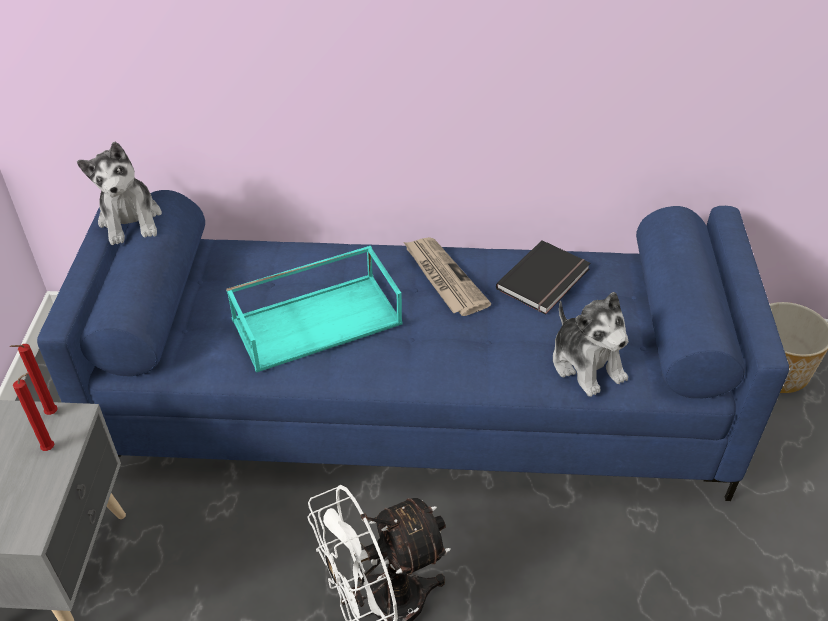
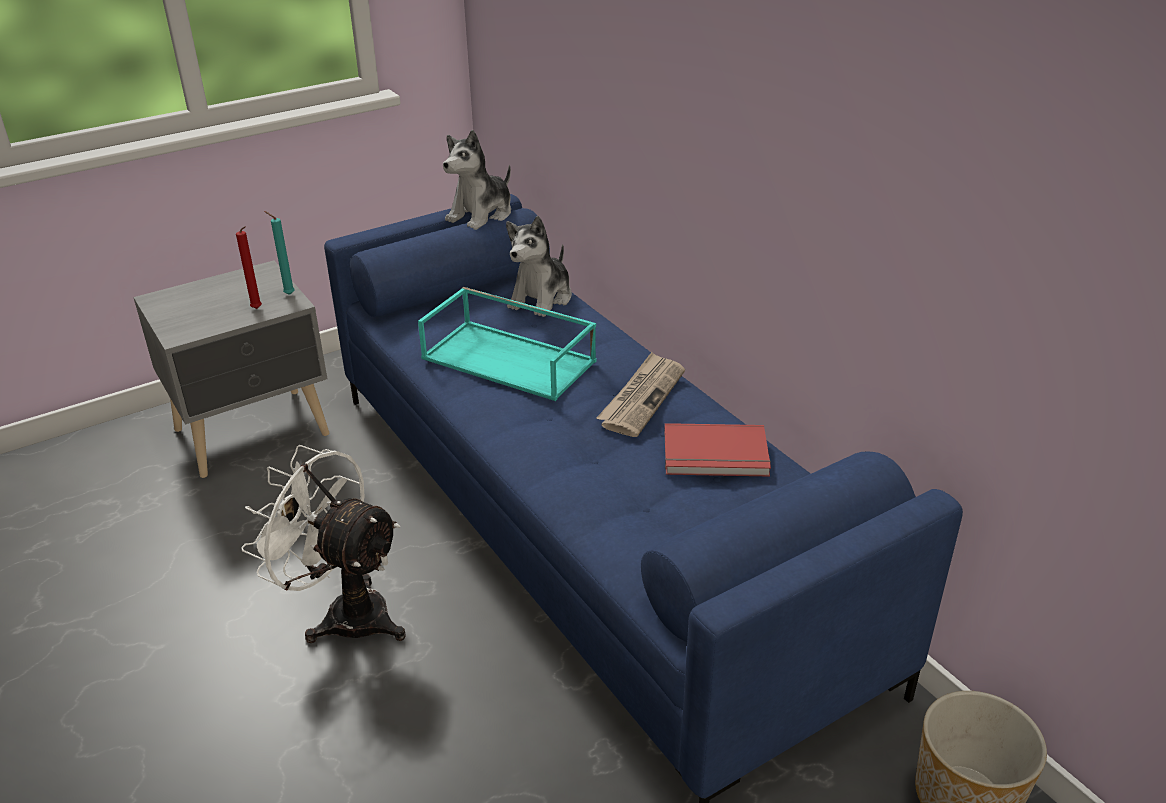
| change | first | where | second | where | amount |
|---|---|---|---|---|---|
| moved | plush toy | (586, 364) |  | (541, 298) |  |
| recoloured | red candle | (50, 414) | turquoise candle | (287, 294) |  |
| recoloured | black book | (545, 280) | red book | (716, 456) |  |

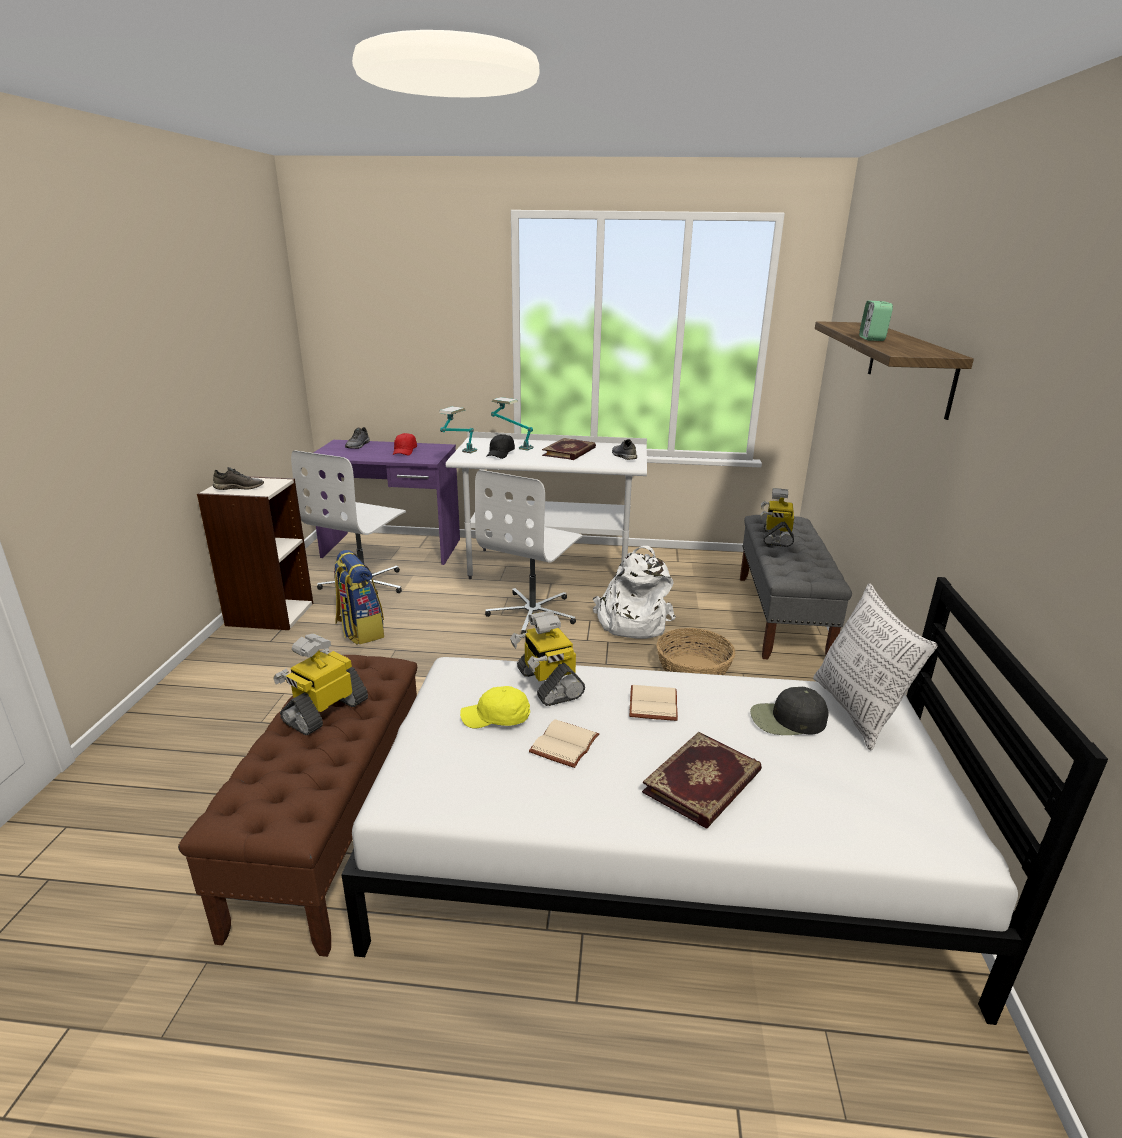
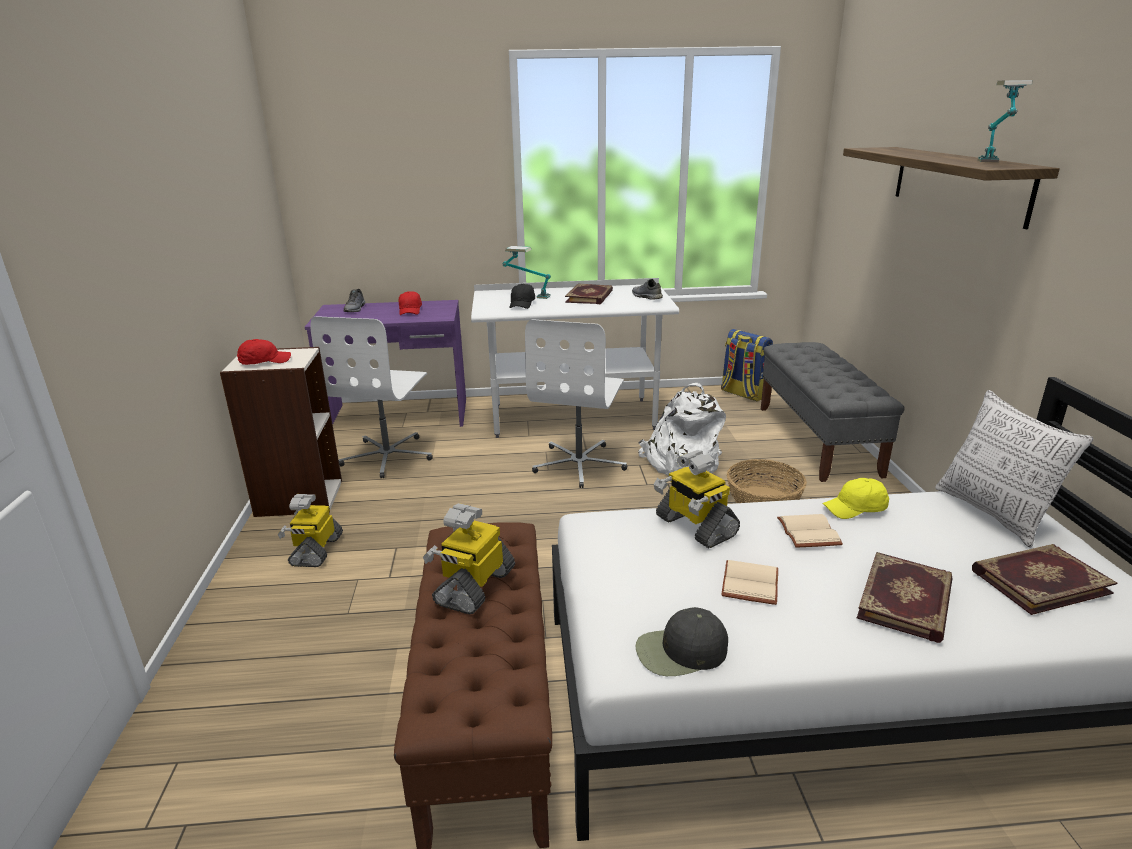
| change | first | where | second | where | amount |
|---|---|---|---|---|---|
| removed | alarm clock | (872, 339) |  |  |  |
| added |  |  | book | (1038, 580) |  |
| moved | backpack | (360, 630) |  | (743, 394) |  |
| moved | table lamp | (459, 455) |  | (993, 163) |  |
| moved | yellow cap | (496, 718) |  | (856, 509) |  |
| moved | black cap | (787, 720) |  | (680, 651) |  |
| moved | toy robot | (776, 537) |  | (316, 550) |  |
| replaced | grey shoe | (239, 487) | red cap | (264, 361) |  |

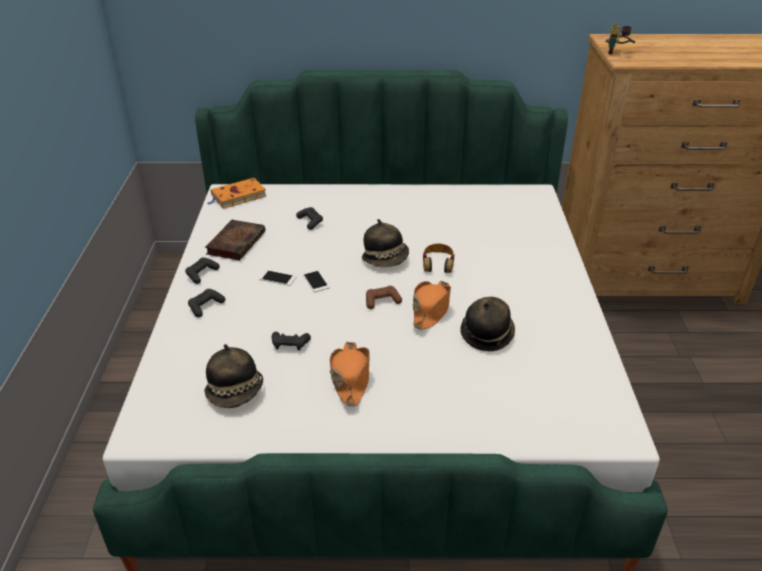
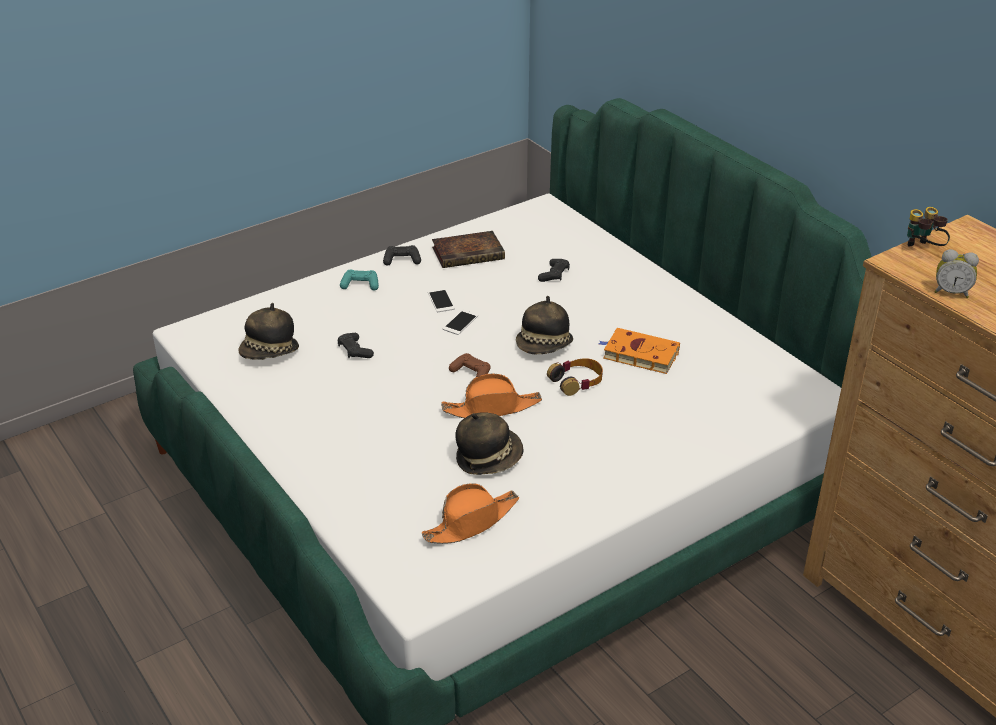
| change | first | where | second | where | amount |
|---|---|---|---|---|---|
| added |  |  | alarm clock | (951, 292) |  |
| moved | orange book | (237, 196) |  | (638, 354) |  |
| moved | orange hat | (350, 377) |  | (471, 522) |  |
| recoloured | black game controller | (206, 306) | turquoise game controller | (360, 285) |  |

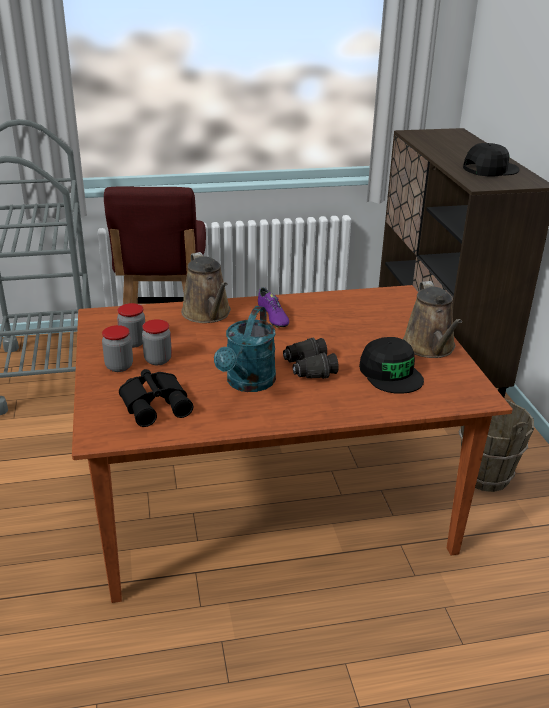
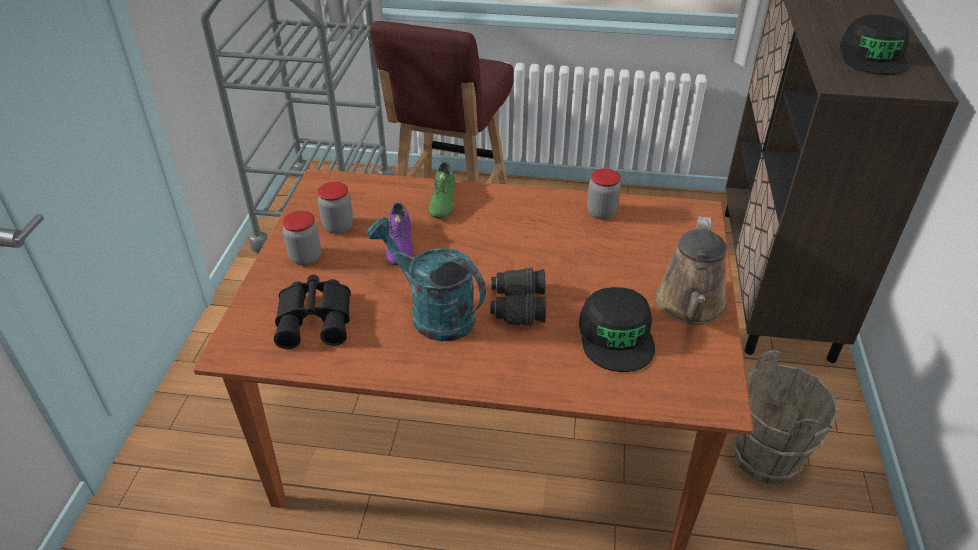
| change | first | where | second | where | amount |
|---|---|---|---|---|---|
| moved | jar | (158, 360) |  | (601, 212) |  |
| moved | purple shoe | (272, 317) |  | (399, 245) |  |
| replaced | brown watering can | (208, 314) | green shoe | (442, 201) |  |
| turned | turquoise watering can | (247, 384) |  | (433, 313) | 90 degrees clockwise |
| turned | black cap | (490, 169) |  | (873, 56) | 105 degrees clockwise |

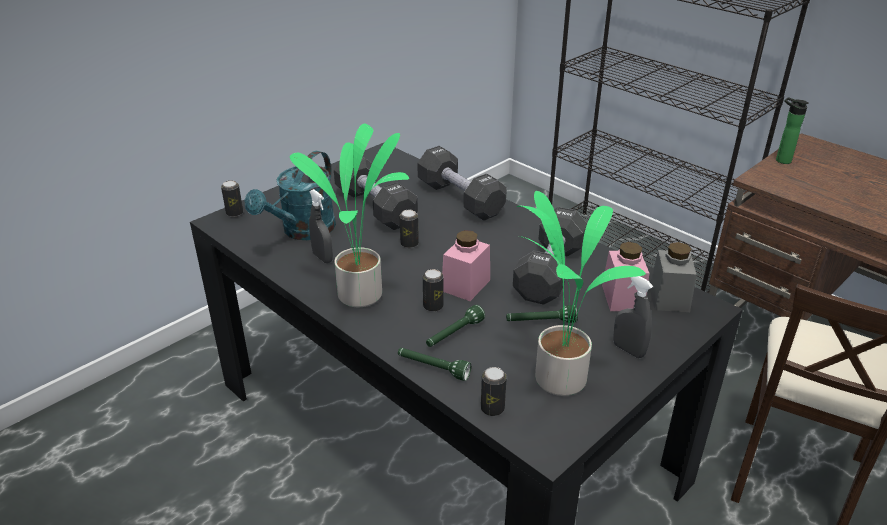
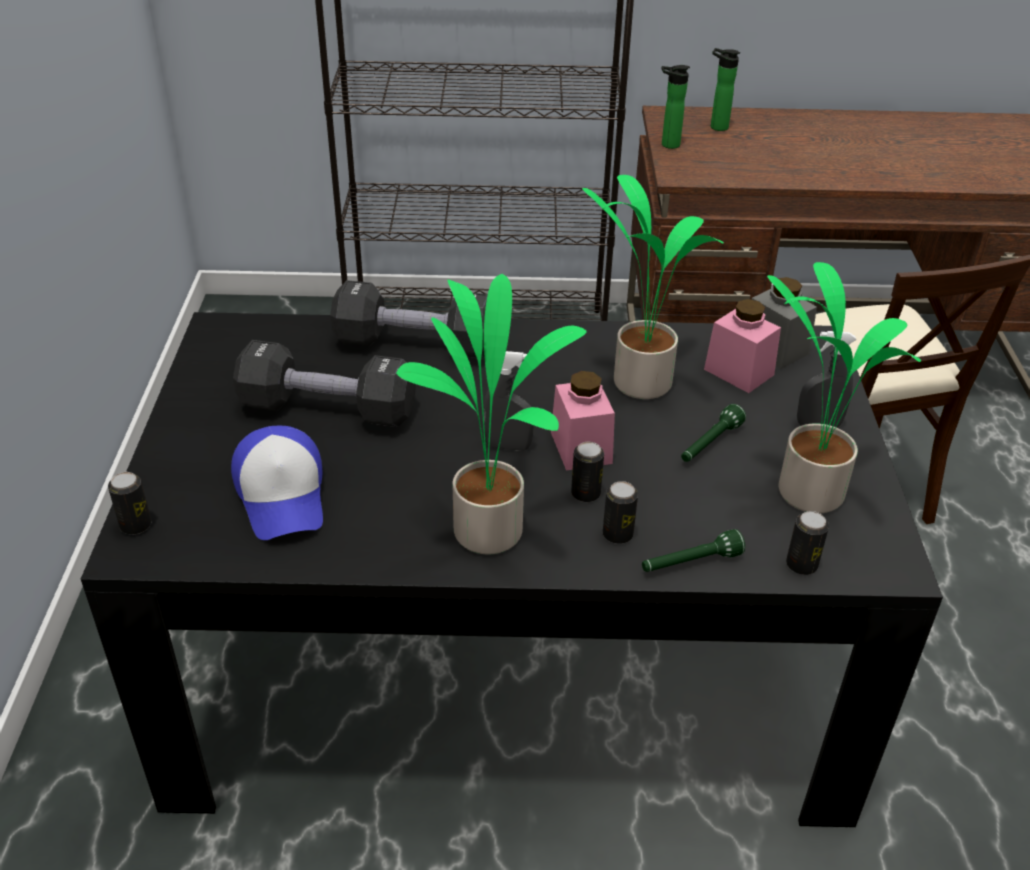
| change | first | where | second | where | amount |
|---|---|---|---|---|---|
| removed | green flashlight | (454, 334) |  |  |  |
| added |  |  | bottle | (716, 127) |  |
| moved | grey spray bottle | (322, 257) |  | (508, 446) |  |
| moved | can | (409, 244) |  | (617, 534) |  |
| replaced | turquoise watering can | (302, 231) | cap | (283, 495) |  |
| replaced | black dumbbell | (549, 272) | potted plant | (637, 382) |  |

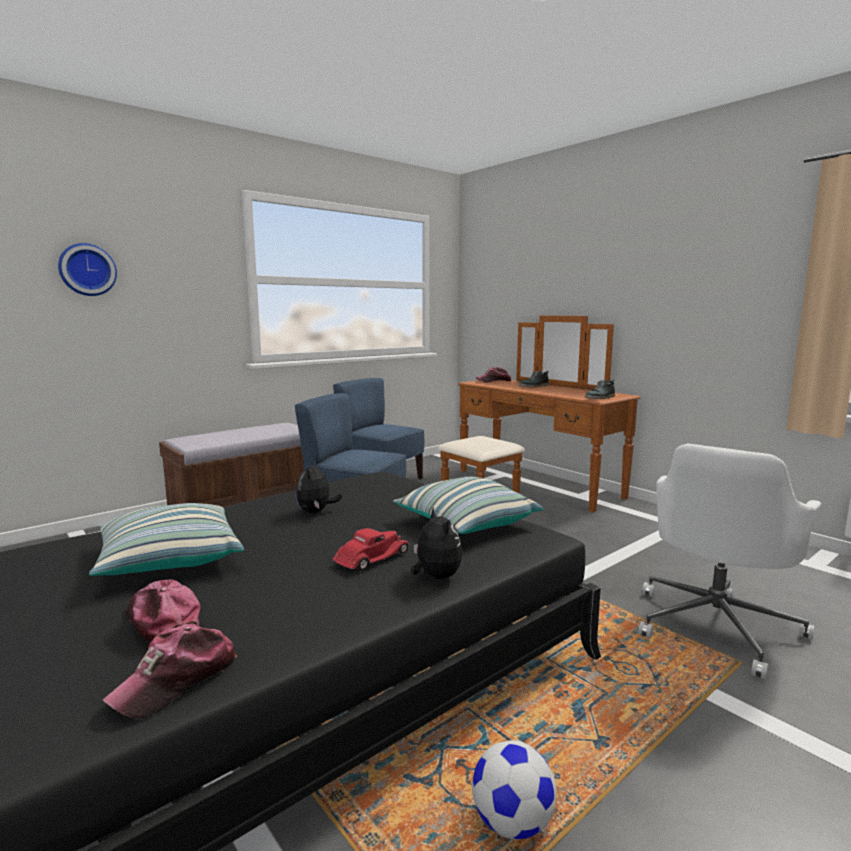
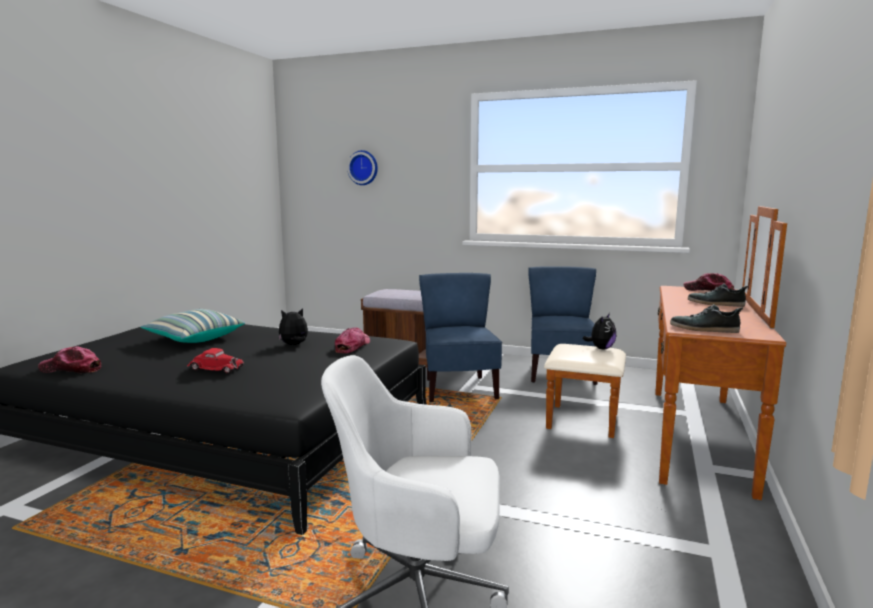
| change | first | where | second | where | amount |
|---|---|---|---|---|---|
| removed | pillow | (466, 524) |  |  |  |
| removed | football | (512, 823) |  |  |  |
| moved | cap | (162, 622) |  | (352, 346) |  |
| moved | plush toy | (436, 576) |  | (601, 348) |  |

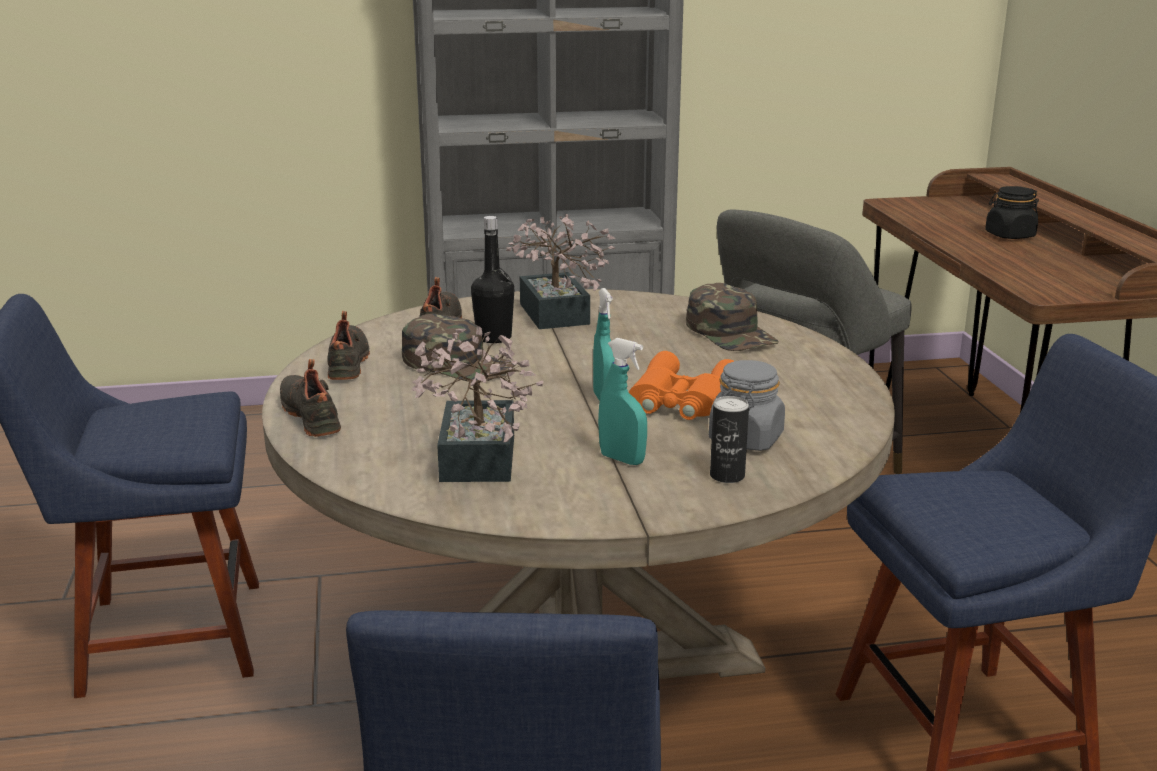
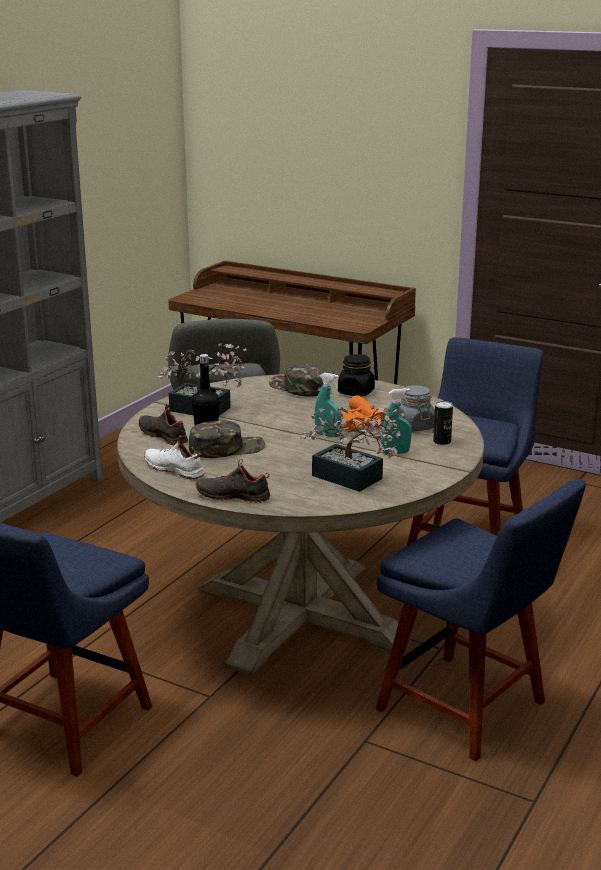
| change | first | where | second | where | amount |
|---|---|---|---|---|---|
| moved | black jar | (1009, 235) |  | (356, 392) |  |
| recoloured | black shoe | (349, 362) | white shoe | (175, 469) |  |
| turned | green cap | (731, 332) |  | (298, 387) | 150 degrees counterclockwise |

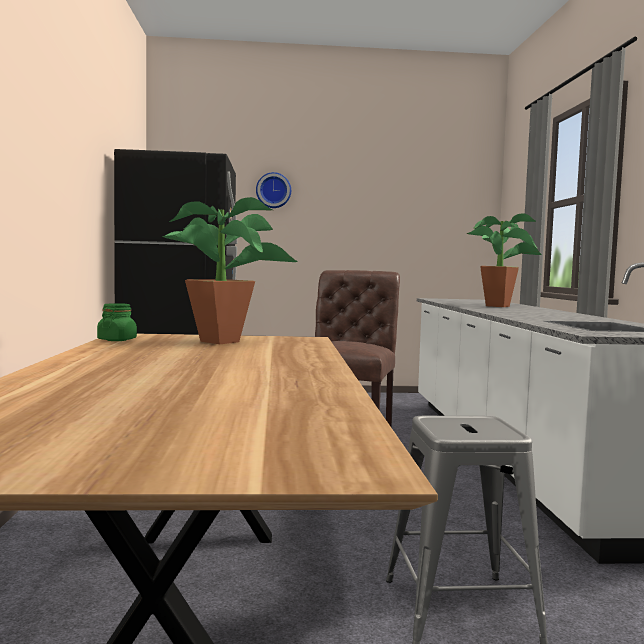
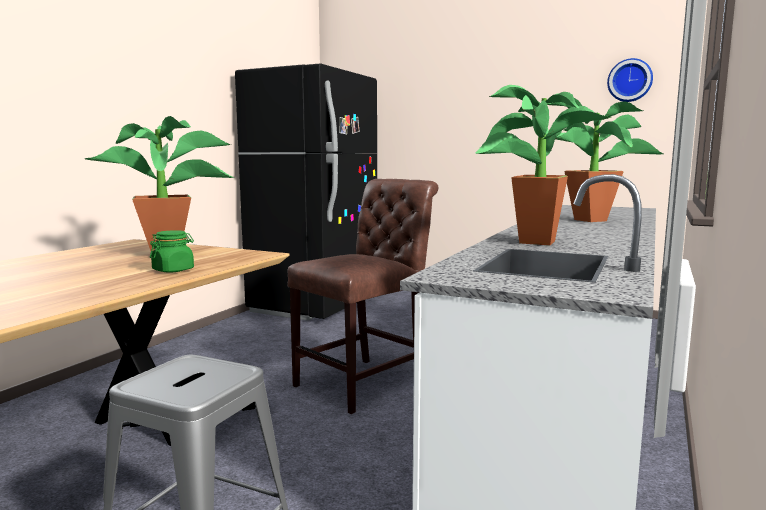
| change | first | where | second | where | amount |
|---|---|---|---|---|---|
| added |  |  | potted plant | (531, 243) |  |
| moved | green jar | (117, 340) |  | (173, 270) |  |
| moved | wall clock | (273, 190) |  | (630, 80) |  |

